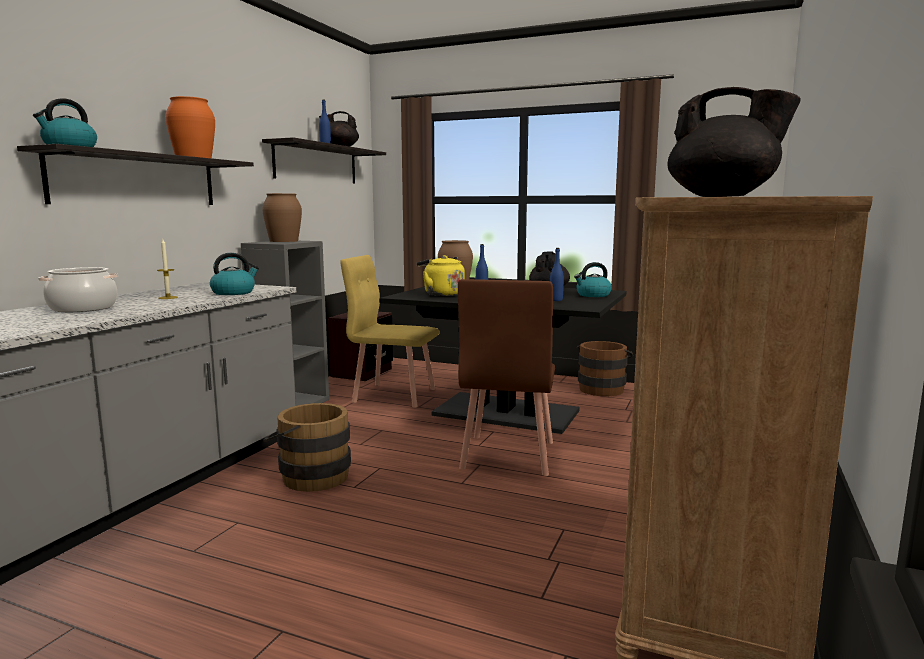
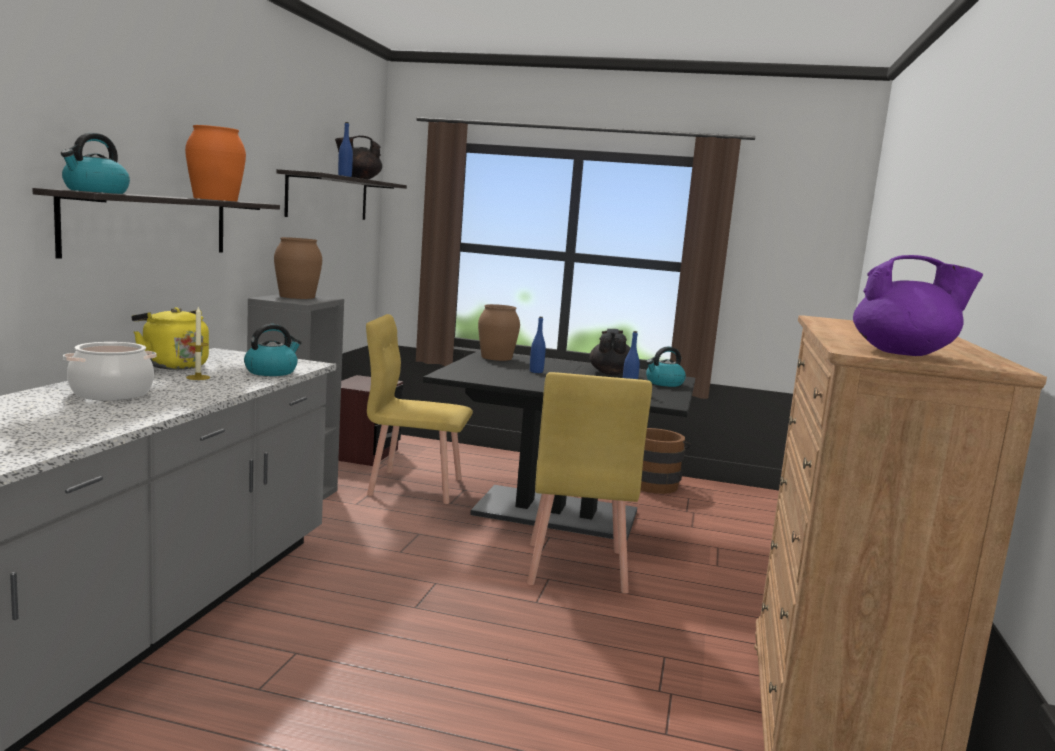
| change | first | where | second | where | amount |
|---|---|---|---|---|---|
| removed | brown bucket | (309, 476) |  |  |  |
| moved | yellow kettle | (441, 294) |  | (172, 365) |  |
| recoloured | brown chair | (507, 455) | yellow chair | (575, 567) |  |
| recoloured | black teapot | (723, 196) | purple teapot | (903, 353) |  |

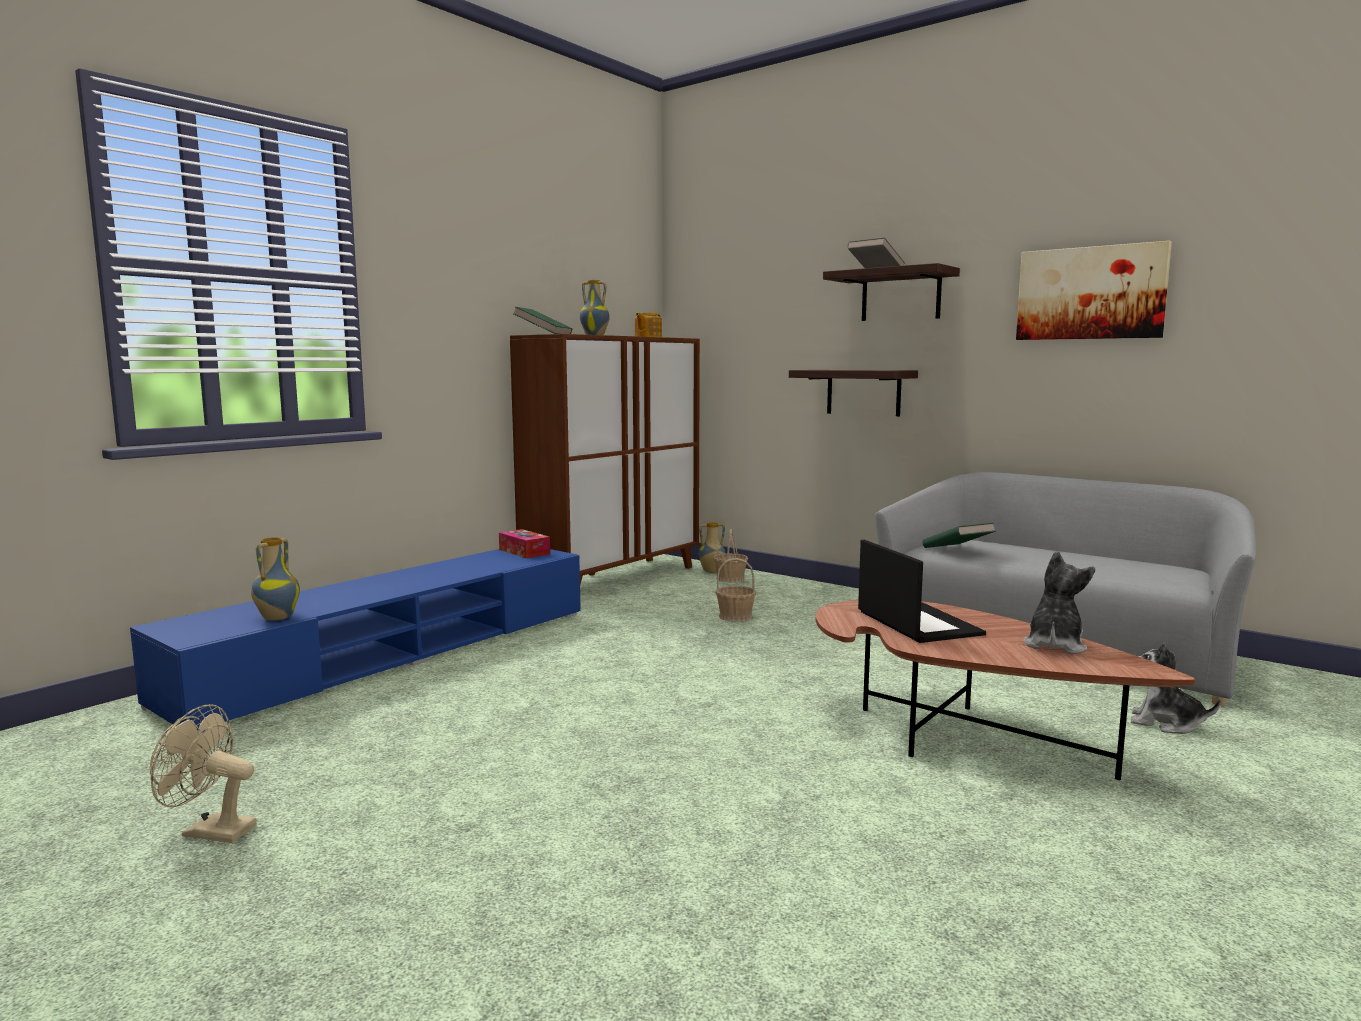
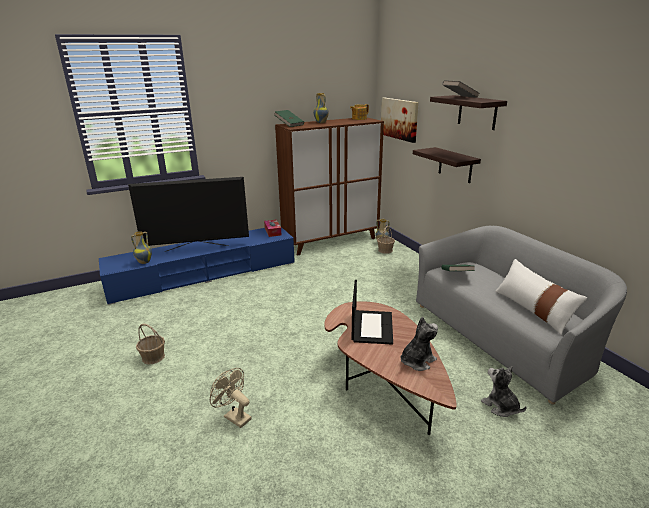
| change | first | where | second | where | amount |
|---|---|---|---|---|---|
| added |  |  | television | (197, 248) |  |
| added |  |  | white pillow | (533, 309) |  |
| moved | beige fan | (210, 831) |  | (234, 416) |  |
| moved | basket | (735, 616) |  | (153, 357) |  |
| moved | picture | (1090, 293) |  | (399, 119) |  |

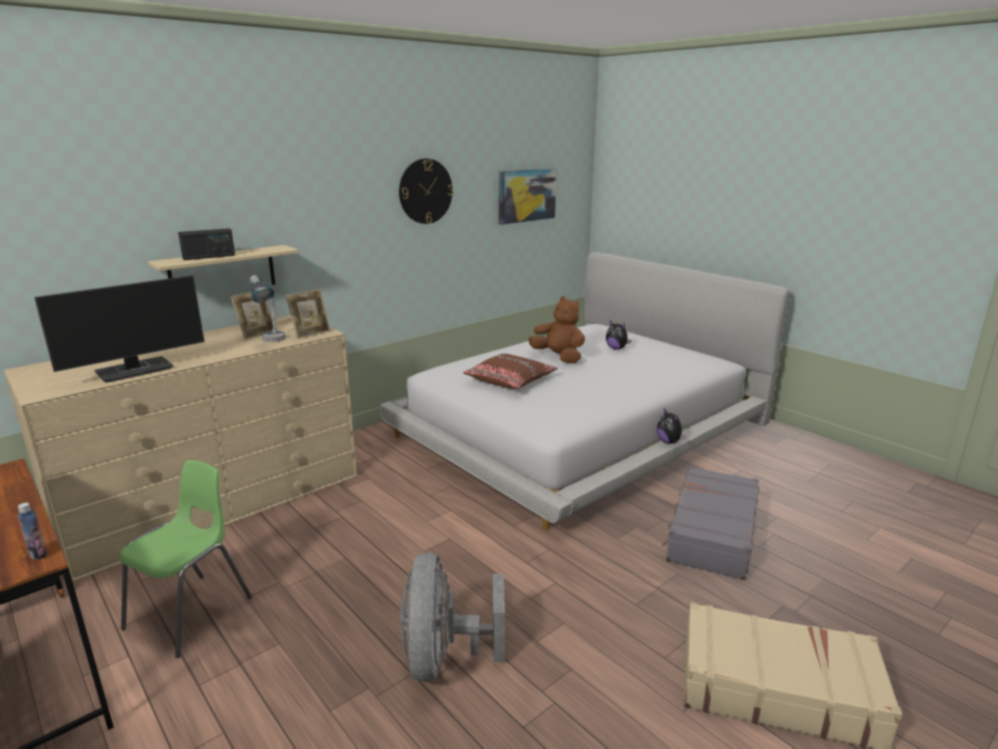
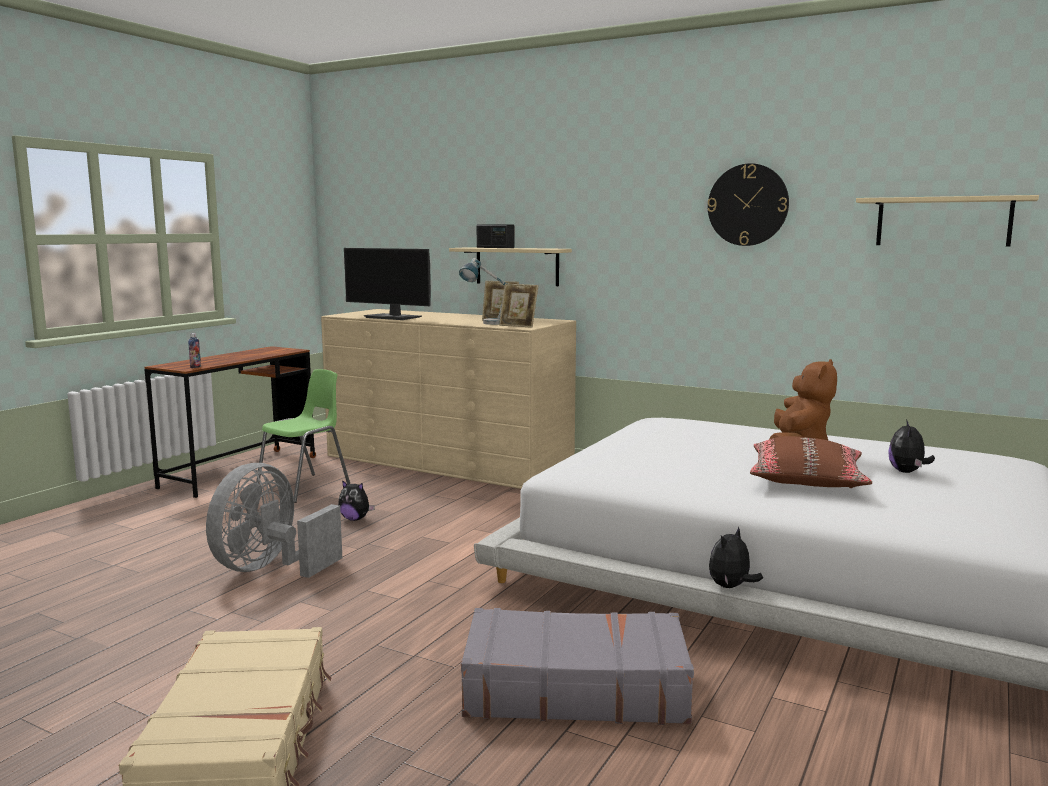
| change | first | where | second | where | amount |
|---|---|---|---|---|---|
| added |  |  | plush toy | (355, 519) |  |
| moved | brown pillow | (510, 380) |  | (807, 479) |  |
| replaced | picture | (526, 195) | beige shelf | (943, 221) |  |
| turned | green chair | (191, 613) |  | (305, 488) | 60 degrees counterclockwise |
| turned | grey fan | (444, 658) |  | (269, 569) | 45 degrees counterclockwise |

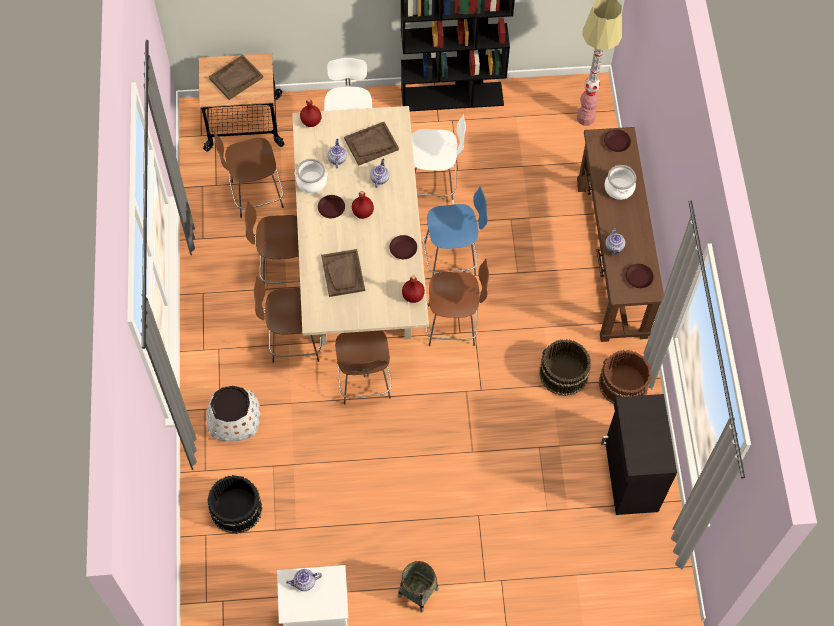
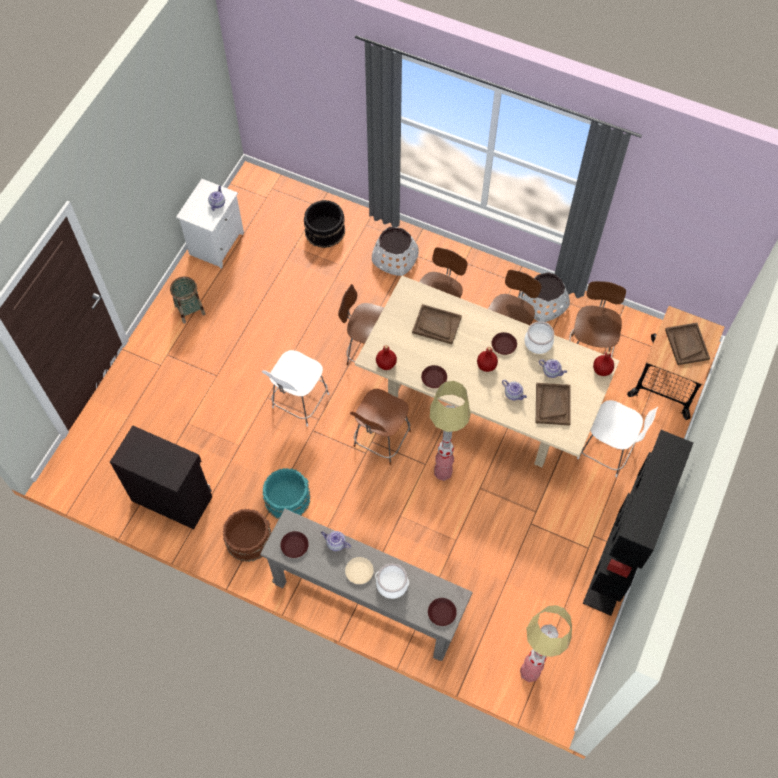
| change | first | where | second | where | amount |
|---|---|---|---|---|---|
| added |  |  | beige plate | (359, 571) |  |
| added |  |  | white planter | (543, 303) |  |
| moved | white chair | (434, 184) |  | (299, 402) |  |
| replaced | blue chair | (452, 258) | floor lamp | (443, 472) |  |
| recoloured | brown bucket | (563, 374) | turquoise bucket | (287, 498) |  |
| recoloured | brown console table | (611, 260) | grey console table | (367, 601) |  |

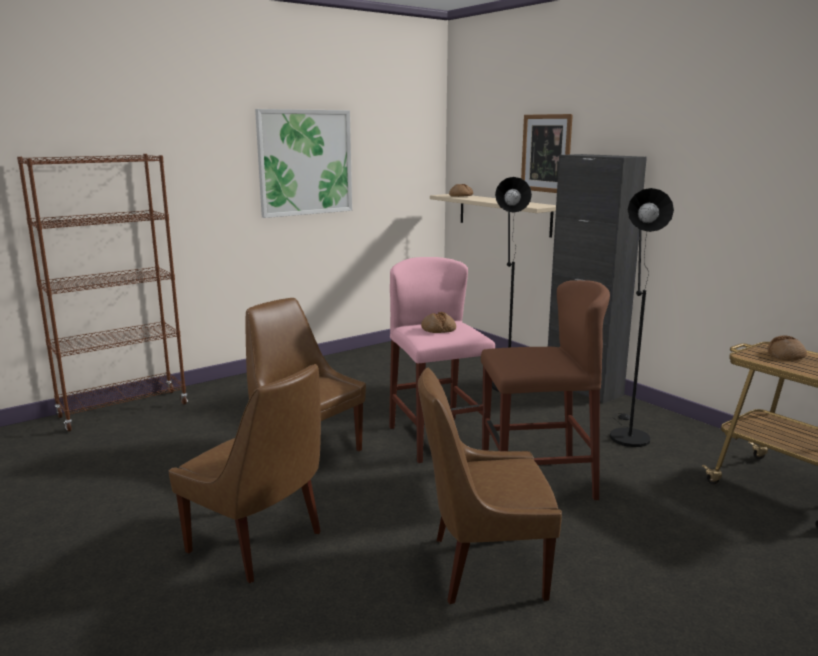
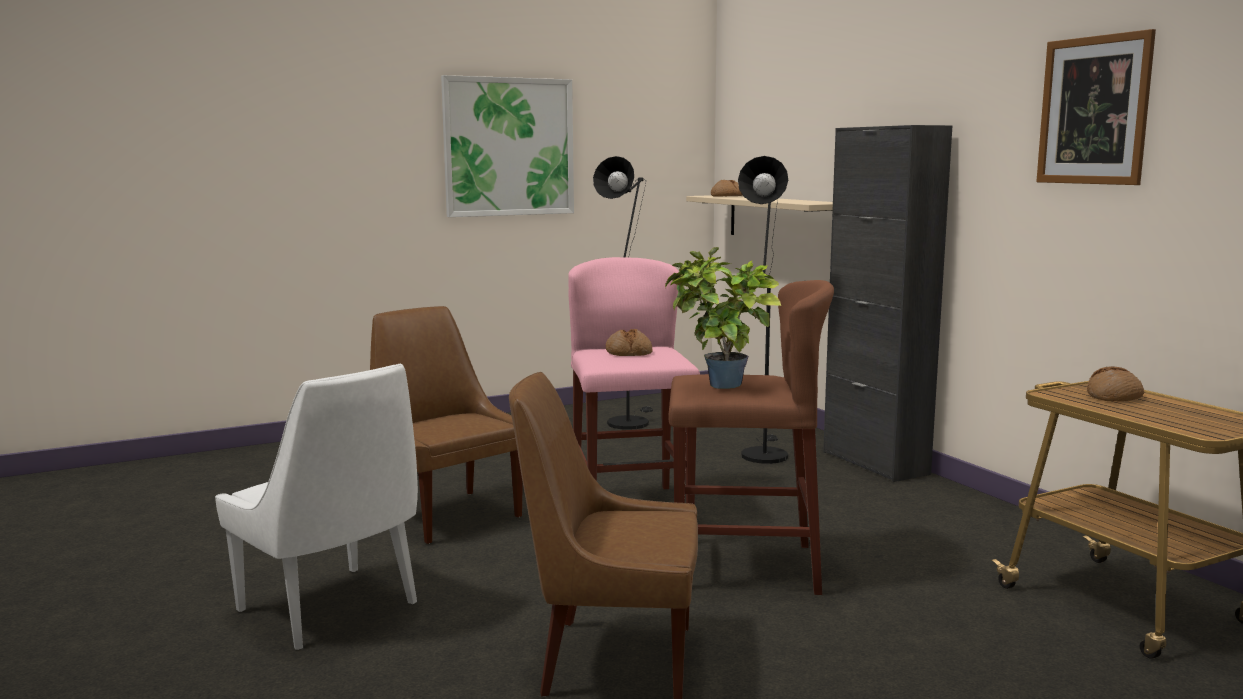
| change | first | where | second | where | amount |
|---|---|---|---|---|---|
| removed | brown bookcase | (124, 410) |  |  |  |
| added |  |  | potted plant | (718, 387) |  |
| moved | picture | (546, 153) |  | (1094, 110) |  |
| moved | black floor lamp | (627, 434) |  | (629, 421) |  |
| recoloured | brown chair | (258, 544) | white chair | (331, 609) |  |

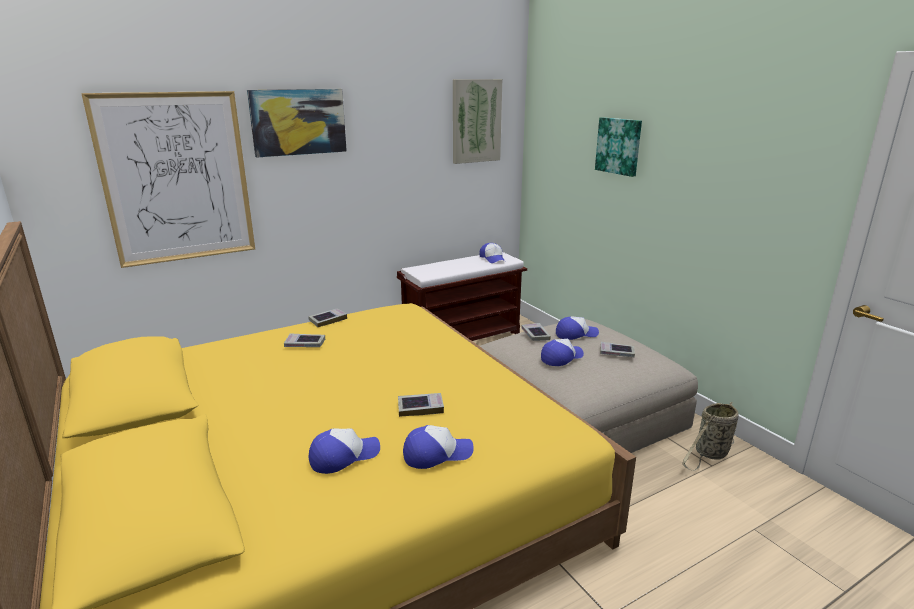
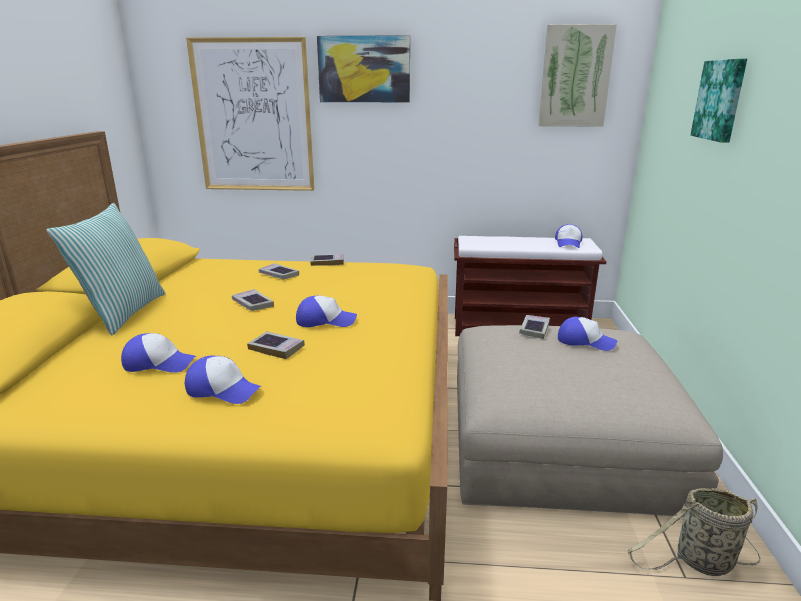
| change | first | where | second | where | amount |
|---|---|---|---|---|---|
| added |  |  | pillow | (122, 313) |  |
| moved | cap | (561, 357) |  | (325, 321) |  |
| moved | book | (616, 353) |  | (252, 304) |  |

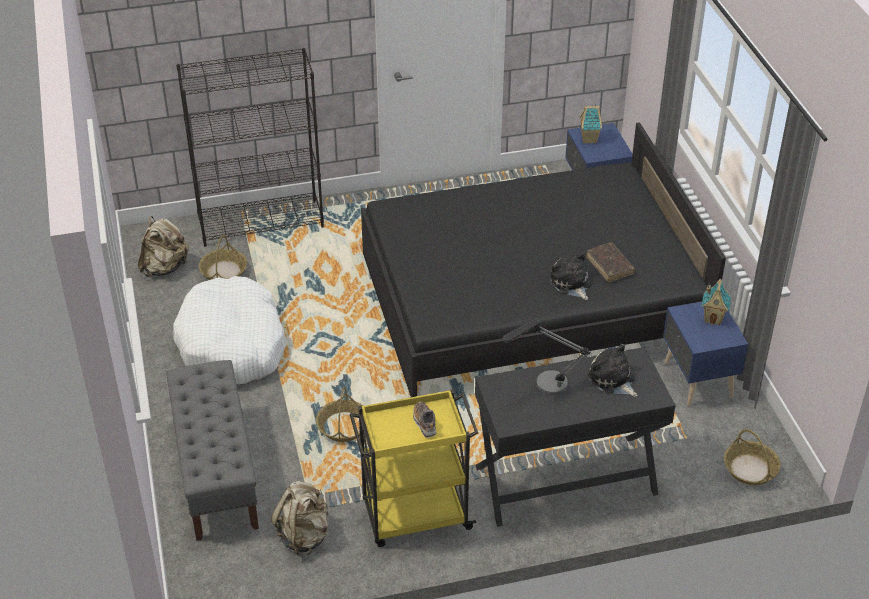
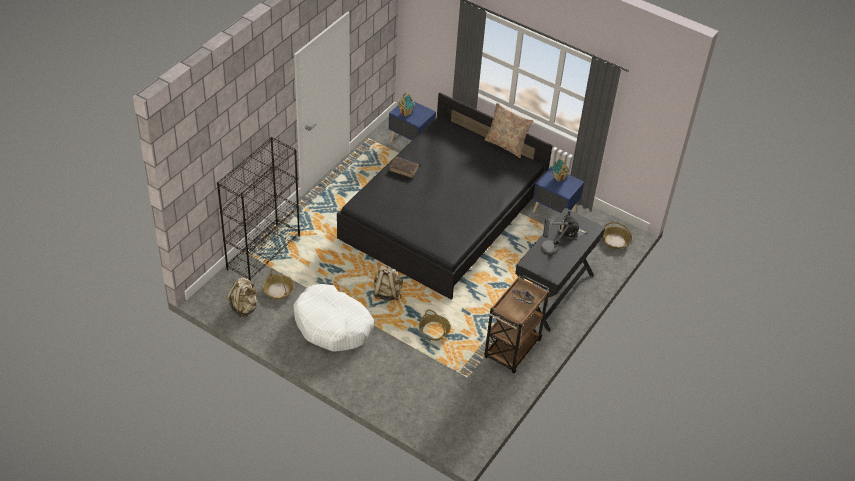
| change | first | where | second | where | amount |
|---|---|---|---|---|---|
| removed | grey bench | (216, 472) |  |  |  |
| removed | plush toy | (571, 284) |  |  |  |
| added |  |  | beige pillow | (506, 145) |  |
| moved | beige backpack | (304, 536) |  | (387, 293) |  |
| moved | brown book | (609, 266) |  | (403, 169) |  |
| recoloured | yellow cart | (414, 516) | brown cart | (512, 350) |  |

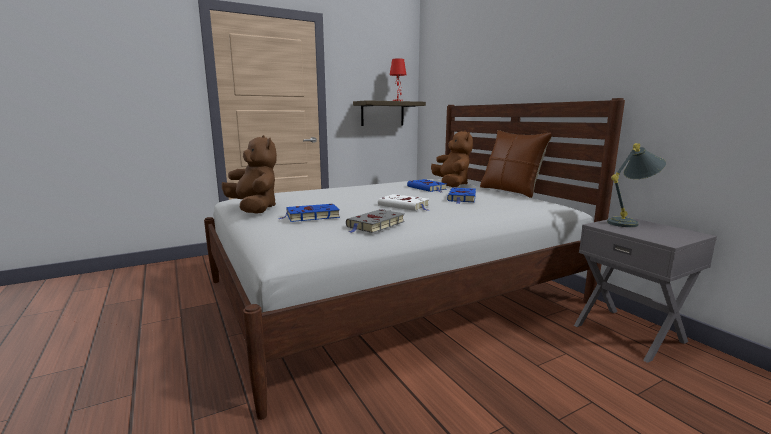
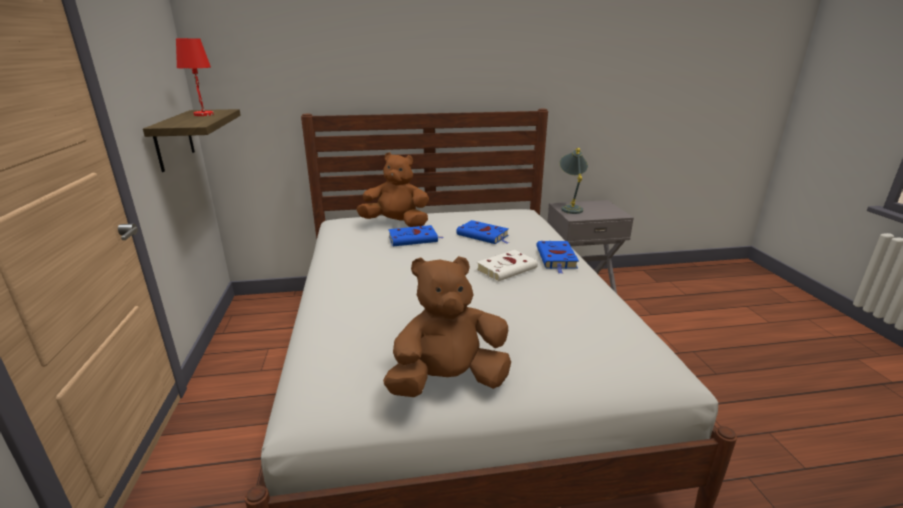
| change | first | where | second | where | amount |
|---|---|---|---|---|---|
| removed | grey book | (375, 225) |  |  |  |
| removed | brown pillow | (510, 191) |  |  |  |
| moved | blue book | (311, 216) |  | (557, 259) |  |

